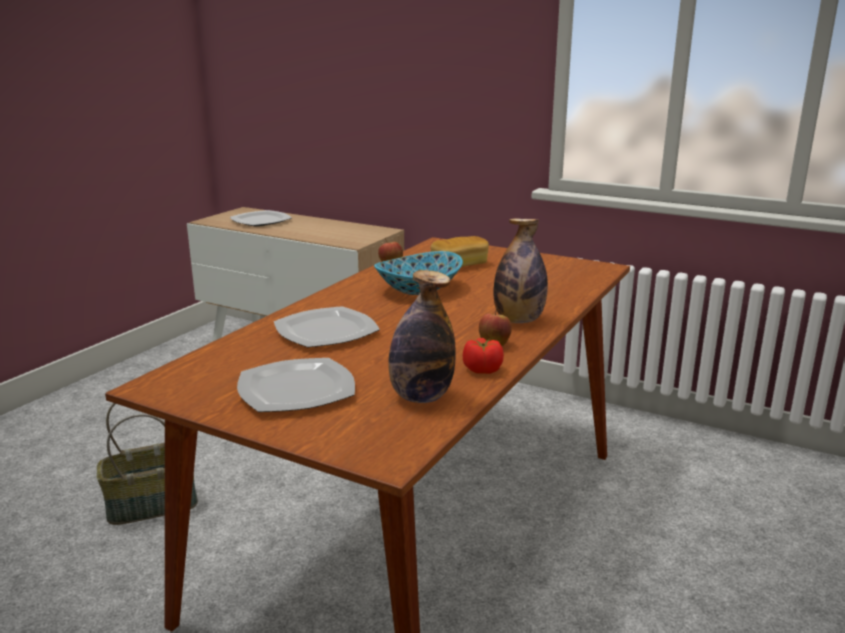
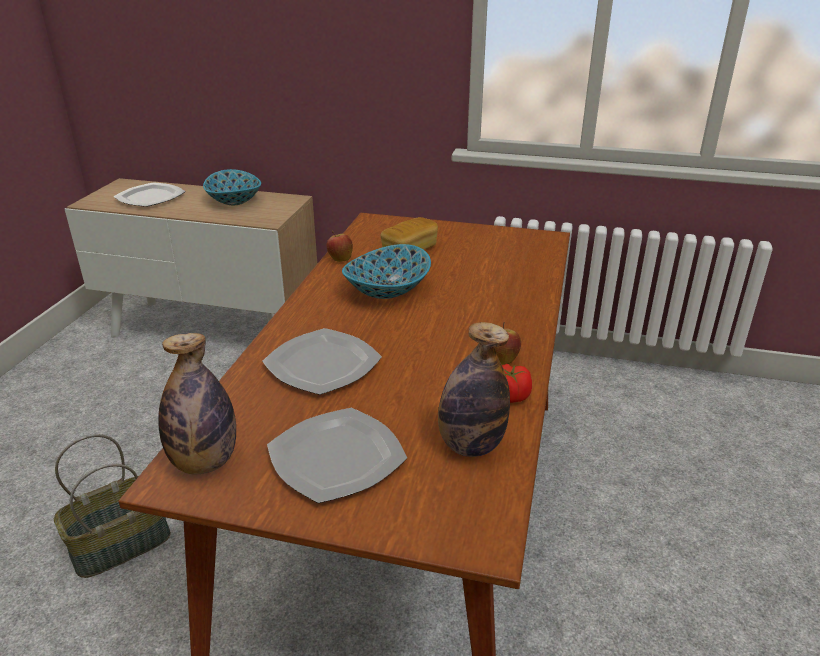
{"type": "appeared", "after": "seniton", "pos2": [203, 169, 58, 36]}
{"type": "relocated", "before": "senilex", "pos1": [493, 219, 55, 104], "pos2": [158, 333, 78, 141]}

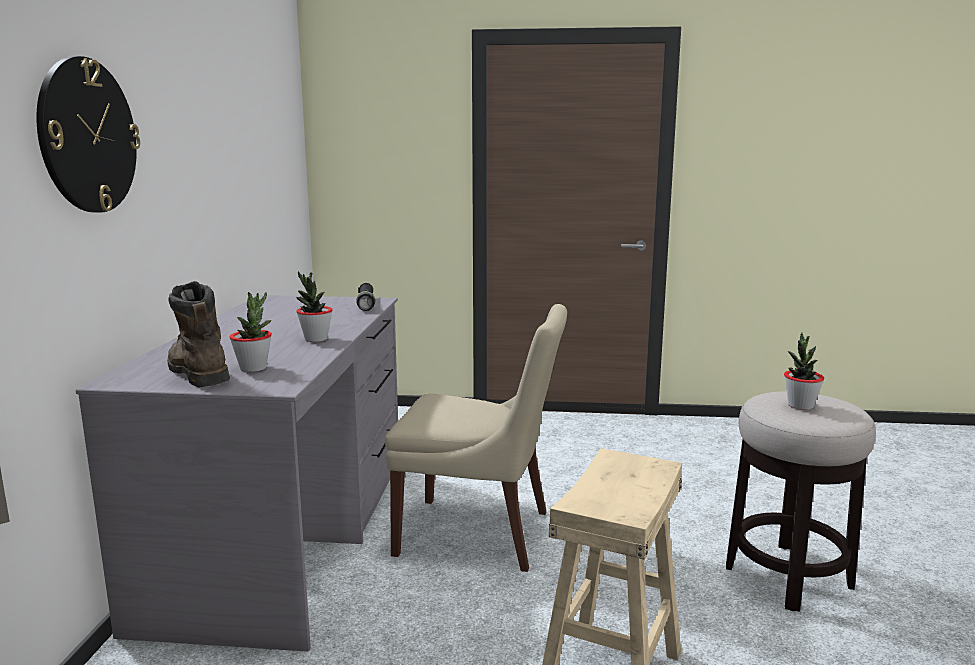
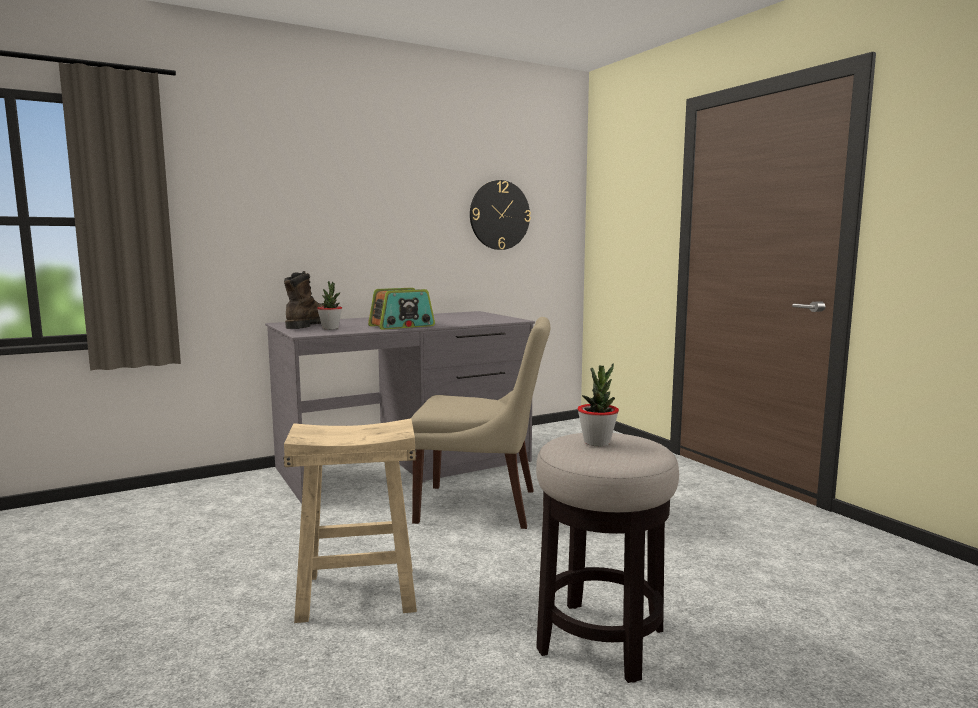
{"type": "missing", "before": "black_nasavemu", "pos1": [356, 283, 19, 28]}
{"type": "relocated", "before": "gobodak", "pos1": [36, 56, 104, 157], "pos2": [470, 180, 61, 70]}
{"type": "exchanged", "before": "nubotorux", "after": "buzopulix", "pos1": [296, 271, 37, 71], "pos2": [368, 288, 67, 42]}
{"type": "spun", "before": "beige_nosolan", "pos1": [385, 304, 182, 268], "pos2": [411, 317, 139, 212], "turn": -60}

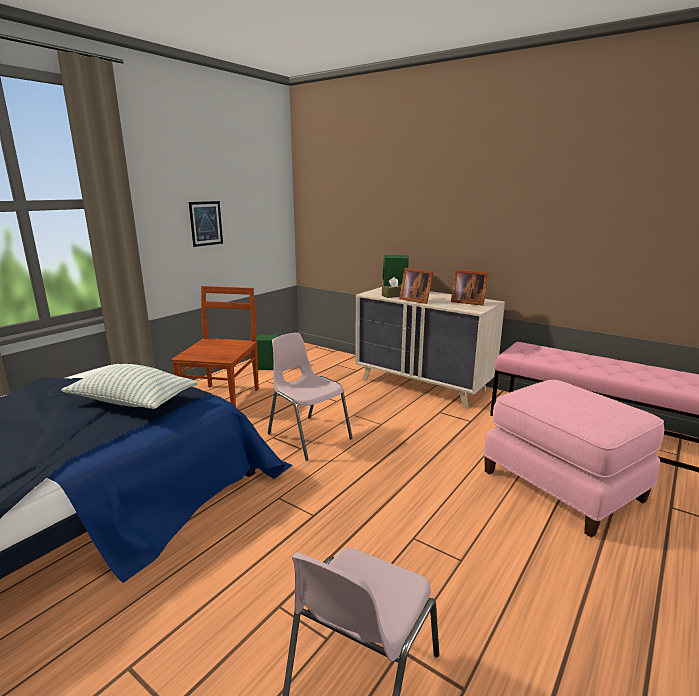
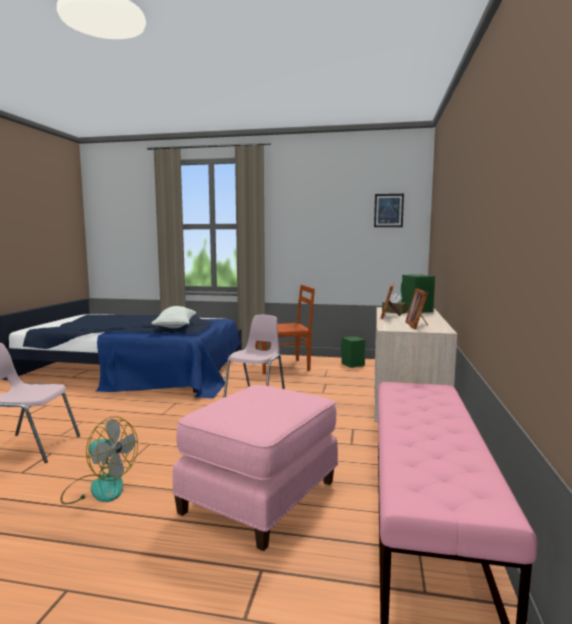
{"type": "appeared", "after": "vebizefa", "pos2": [60, 416, 78, 88]}
{"type": "relocated", "before": "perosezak", "pos1": [189, 201, 34, 46], "pos2": [374, 194, 30, 33]}

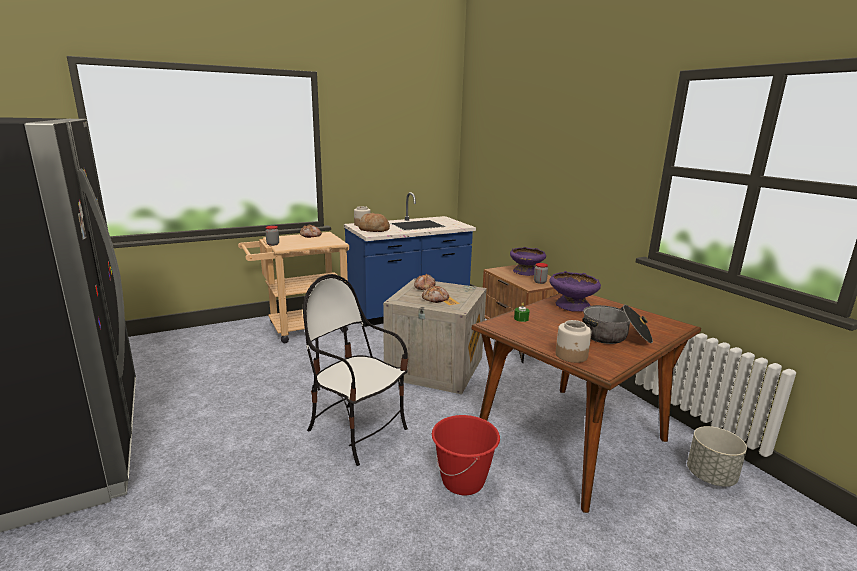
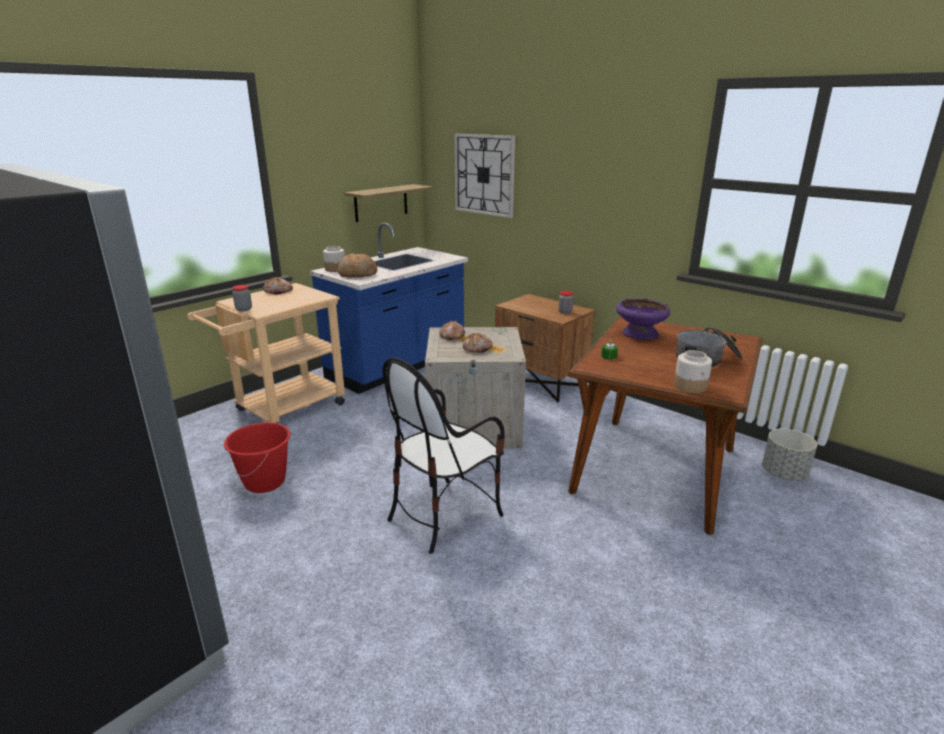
{"type": "missing", "before": "purple_seniton", "pos1": [510, 247, 36, 29]}
{"type": "appeared", "after": "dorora", "pos2": [344, 184, 89, 38]}
{"type": "appeared", "after": "gobodak", "pos2": [454, 134, 61, 84]}
{"type": "relocated", "before": "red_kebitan", "pos1": [432, 415, 68, 80], "pos2": [224, 422, 66, 71]}
{"type": "spun", "before": "nosolan", "pos1": [303, 274, 105, 192], "pos2": [383, 358, 122, 196], "turn": -60}

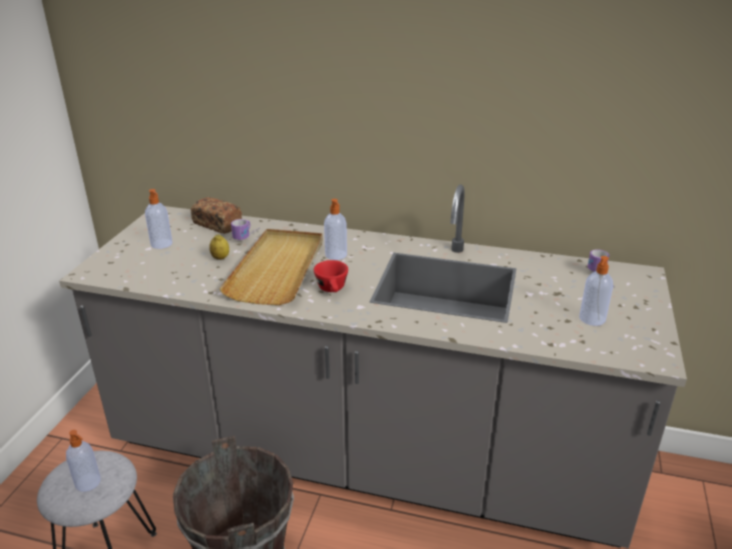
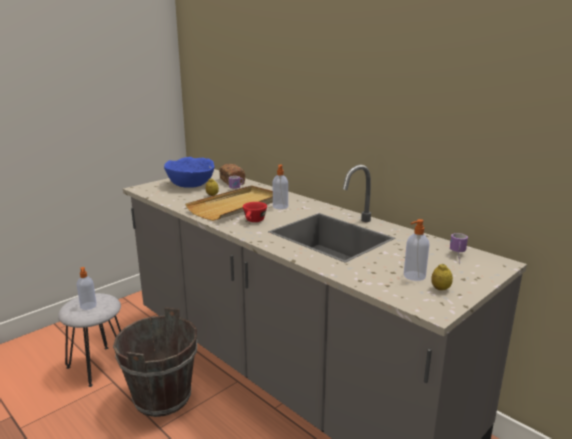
{"type": "appeared", "after": "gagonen", "pos2": [431, 264, 22, 26]}
{"type": "exchanged", "before": "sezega", "after": "blue_seniton", "pos1": [145, 189, 27, 60], "pos2": [164, 157, 51, 31]}

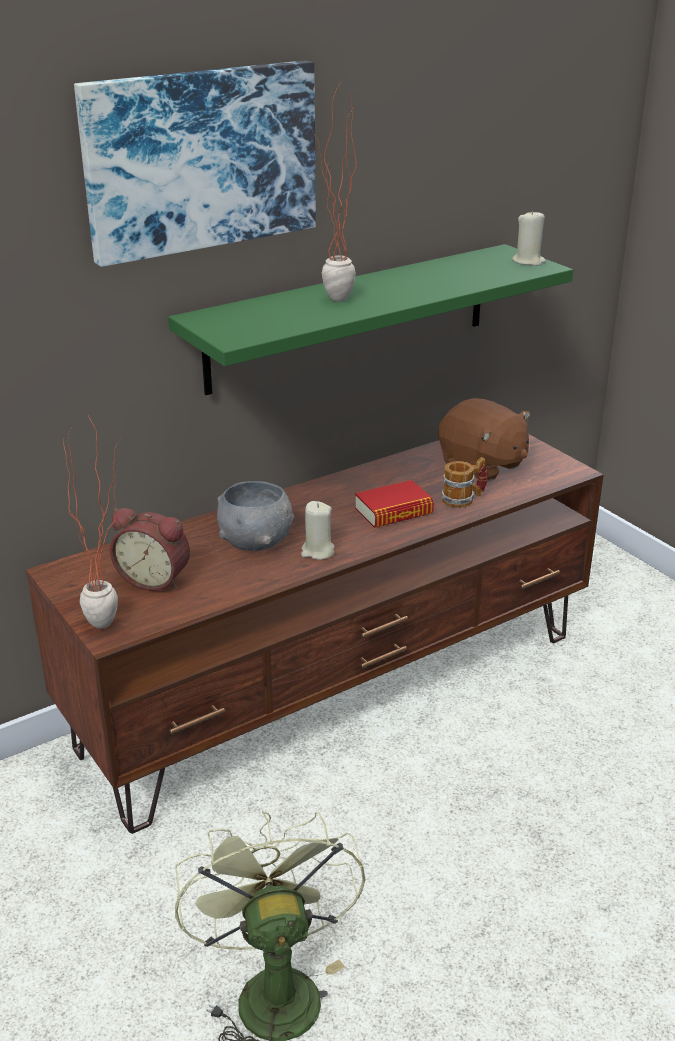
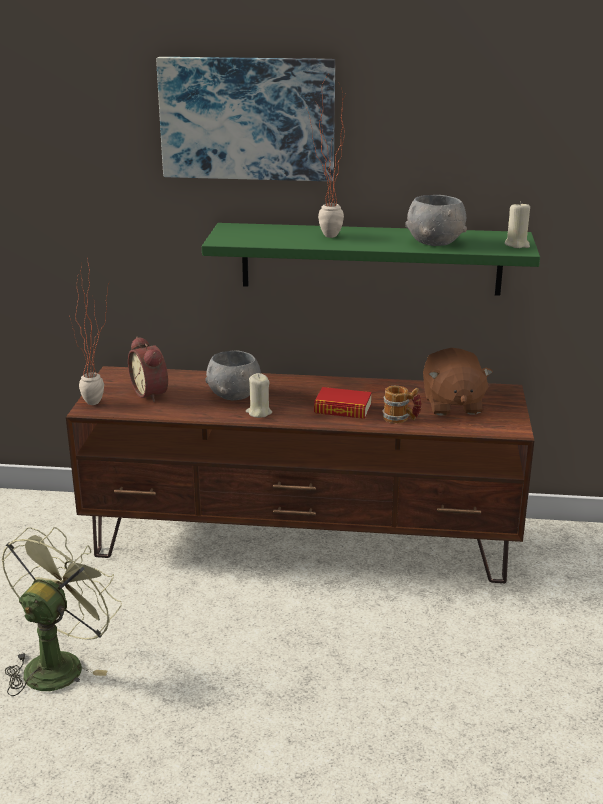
{"type": "appeared", "after": "grey_seniton", "pos2": [405, 195, 62, 51]}

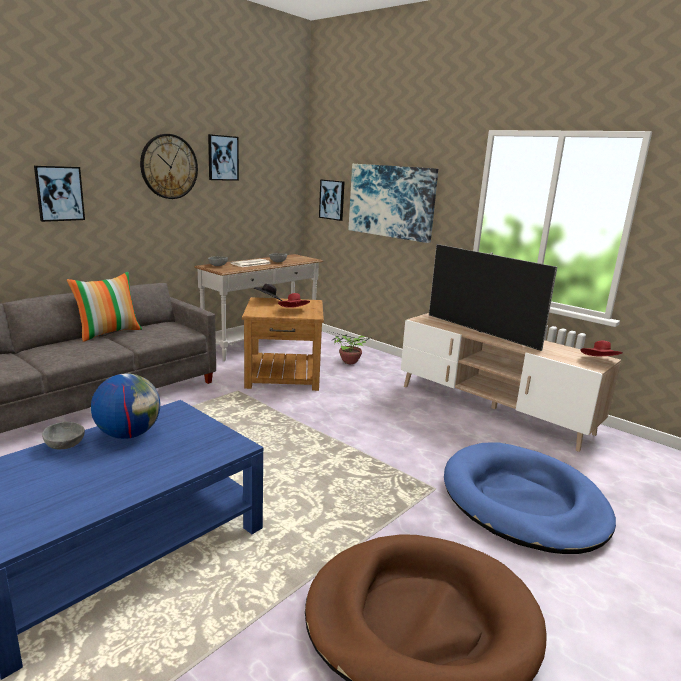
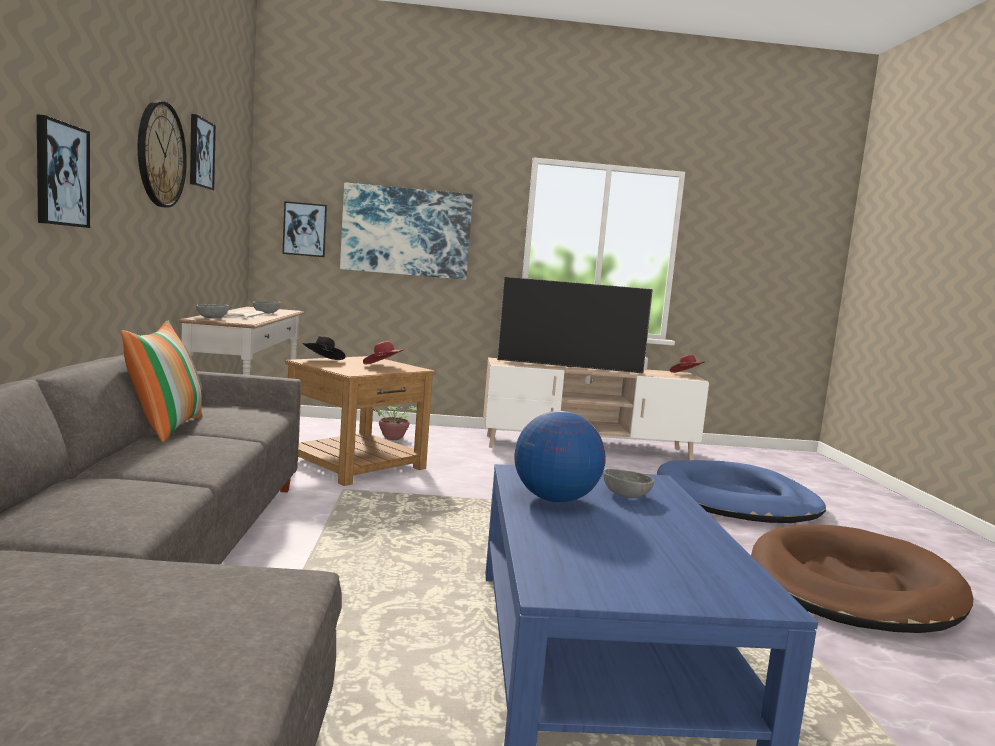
{"type": "relocated", "before": "grey_seniton", "pos1": [42, 422, 43, 27], "pos2": [603, 469, 51, 29]}

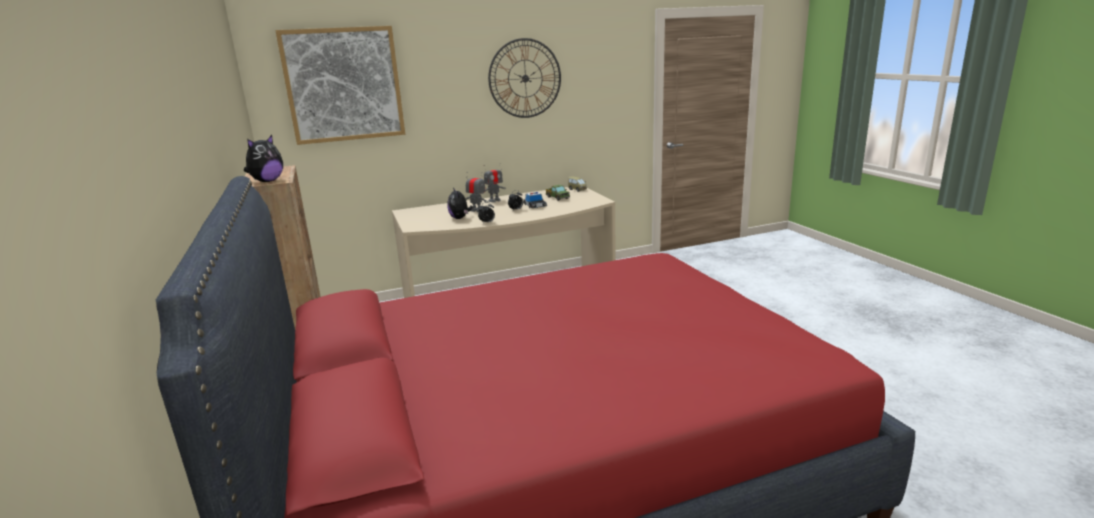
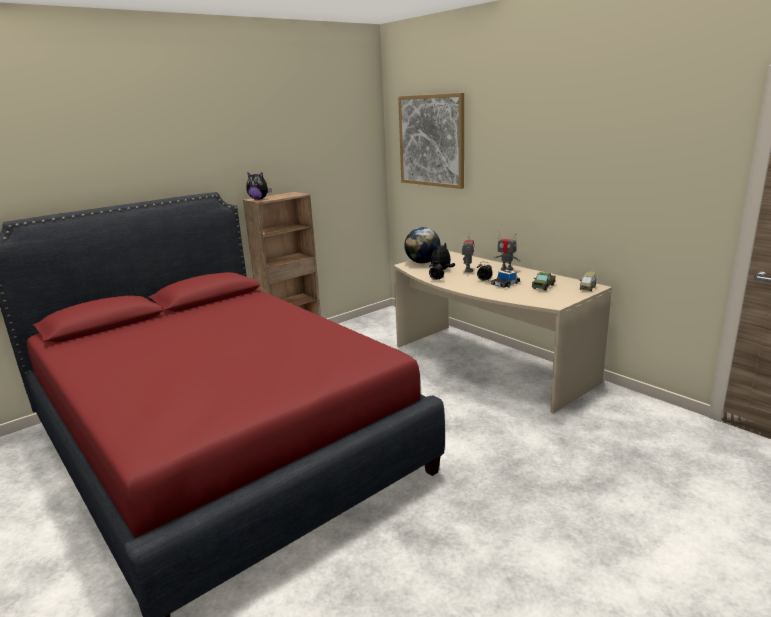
{"type": "missing", "before": "gobodak", "pos1": [488, 38, 73, 80]}
{"type": "appeared", "after": "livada", "pos2": [404, 227, 37, 37]}

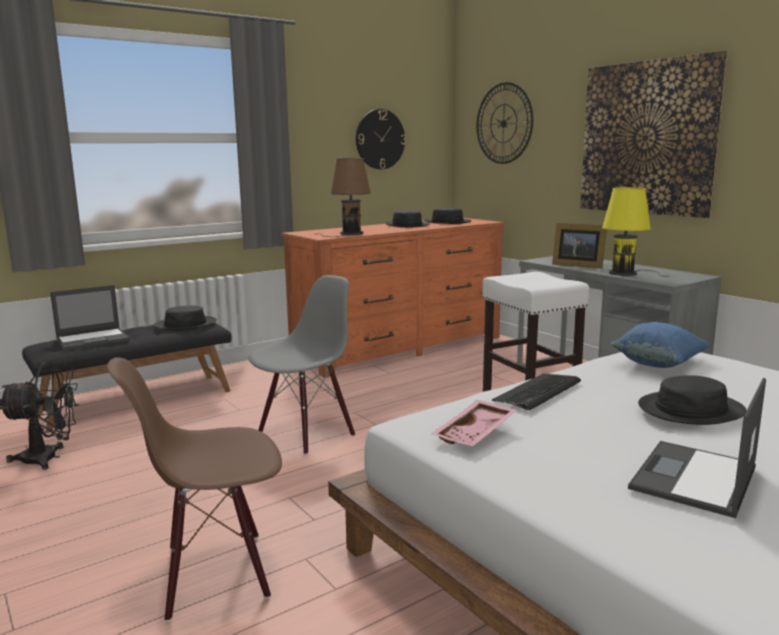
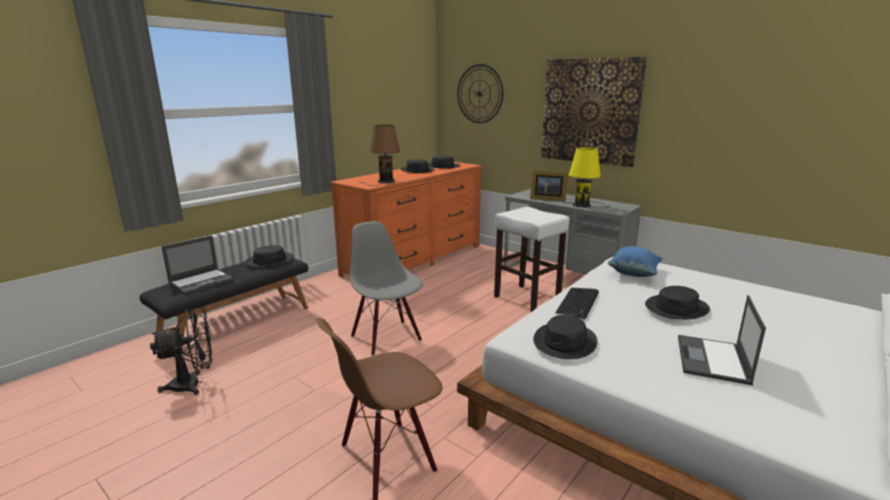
{"type": "missing", "before": "gobodak", "pos1": [356, 109, 50, 60]}
{"type": "exchanged", "before": "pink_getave", "after": "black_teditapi", "pos1": [432, 400, 85, 46], "pos2": [533, 315, 65, 44]}
{"type": "spun", "before": "grey_nosolan", "pos1": [249, 275, 106, 180], "pos2": [350, 221, 73, 135], "turn": -60}

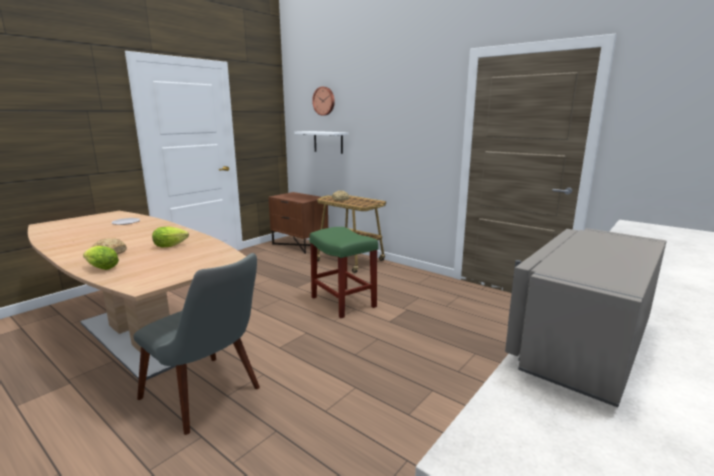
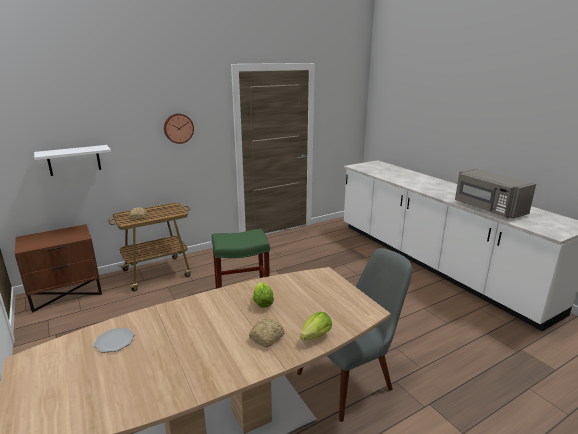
{"type": "relocated", "before": "gobodak", "pos1": [312, 87, 23, 29], "pos2": [164, 113, 30, 31]}

